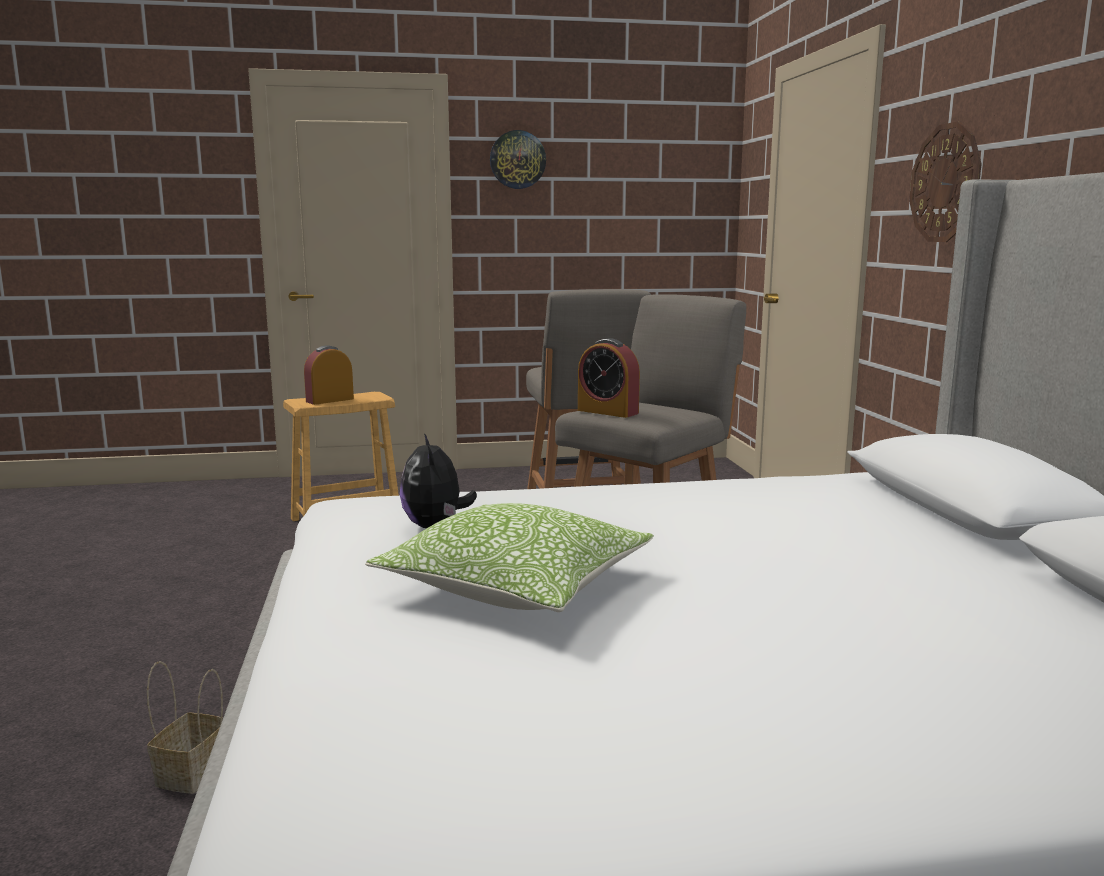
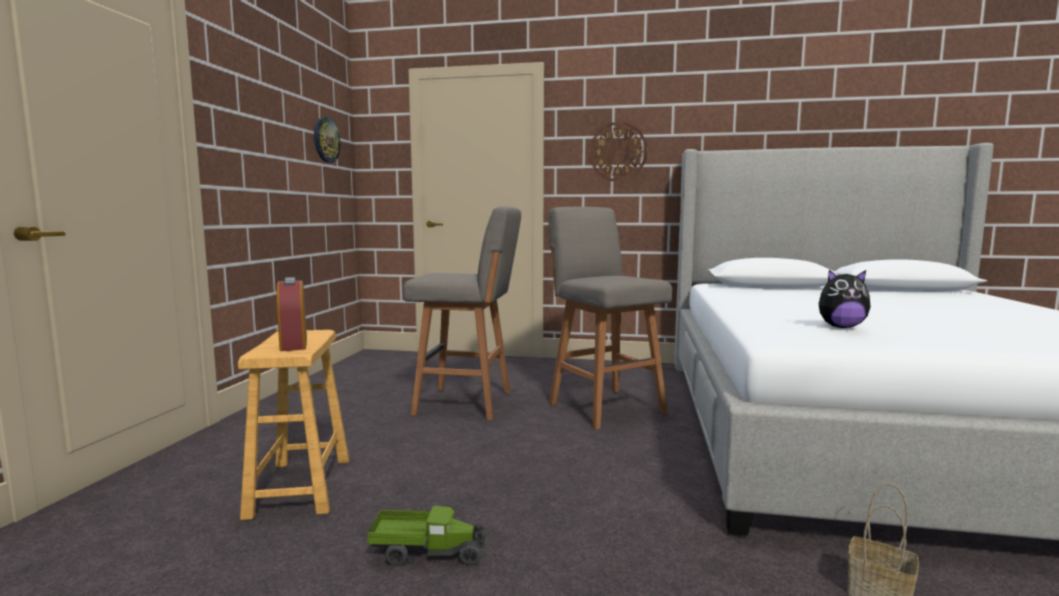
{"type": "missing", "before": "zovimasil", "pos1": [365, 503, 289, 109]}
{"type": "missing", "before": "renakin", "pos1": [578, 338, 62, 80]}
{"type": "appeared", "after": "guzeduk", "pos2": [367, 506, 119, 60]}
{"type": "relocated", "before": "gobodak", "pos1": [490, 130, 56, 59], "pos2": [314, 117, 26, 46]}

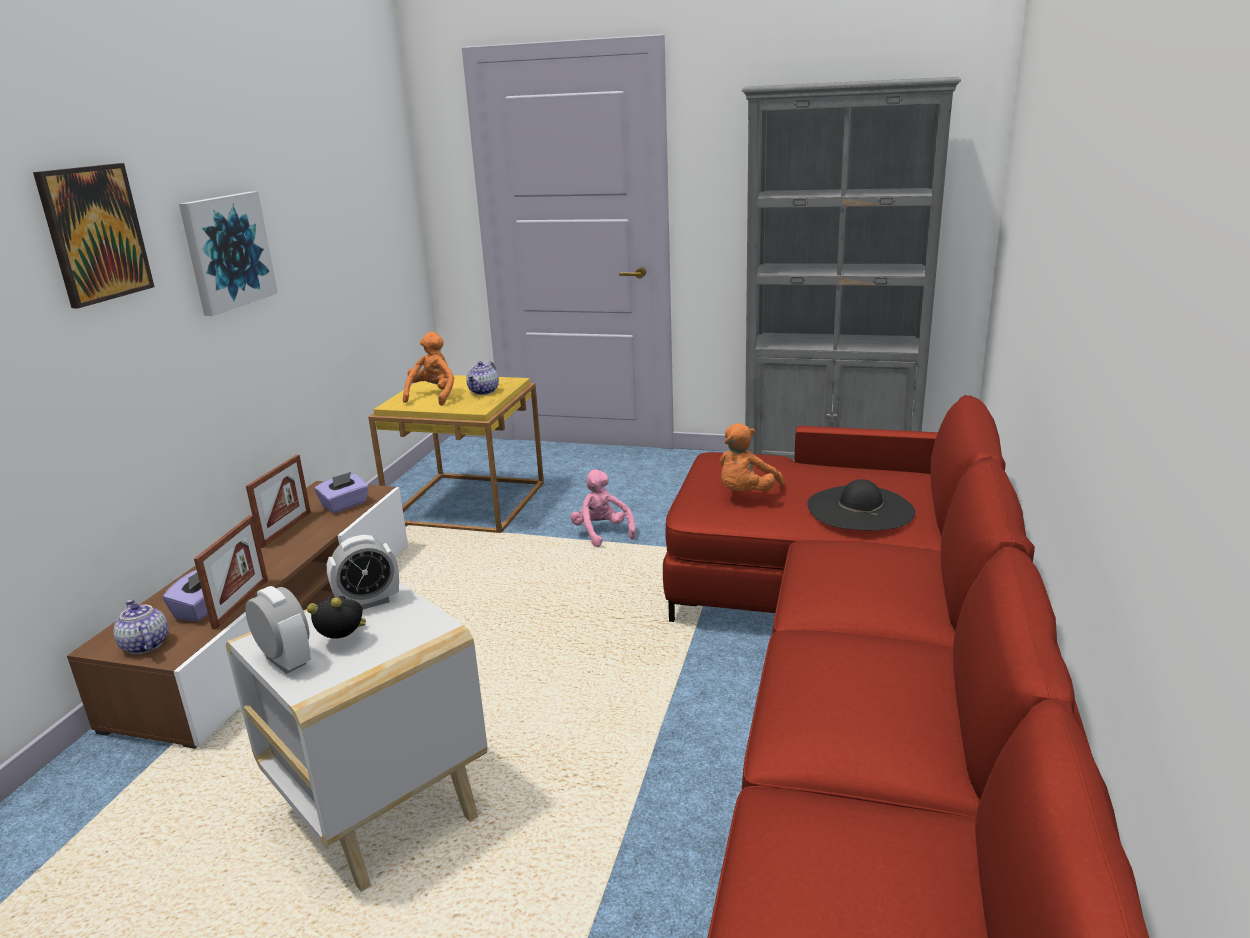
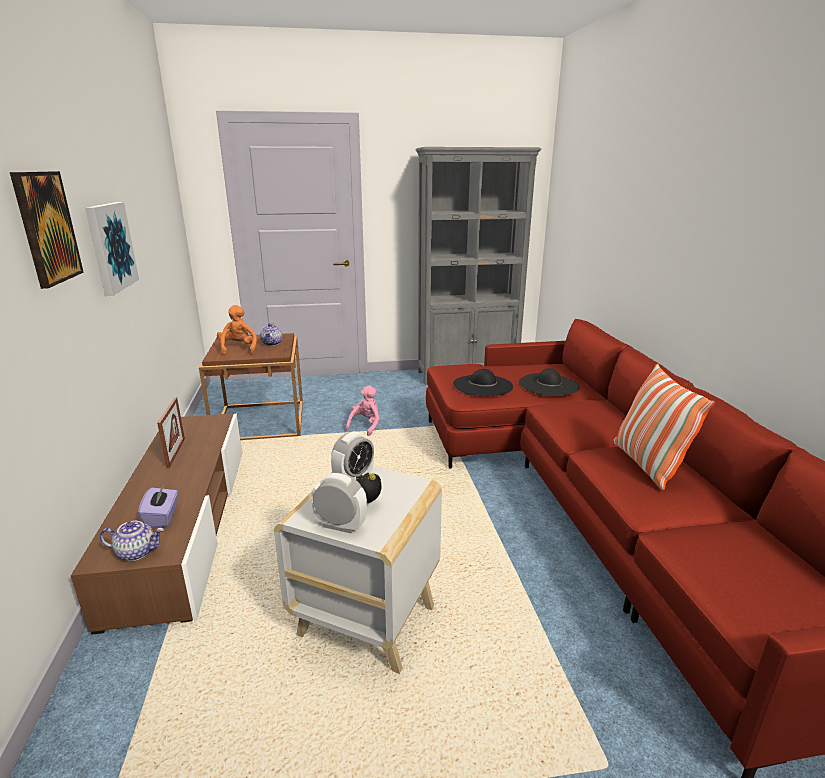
{"type": "missing", "before": "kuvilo", "pos1": [194, 515, 74, 114]}
{"type": "missing", "before": "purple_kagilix", "pos1": [315, 472, 54, 41]}
{"type": "appeared", "after": "zovimasil", "pos2": [613, 364, 102, 126]}
{"type": "exchanged", "before": "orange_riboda", "after": "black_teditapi", "pos1": [719, 423, 65, 68], "pos2": [453, 369, 60, 27]}
{"type": "colour", "before": "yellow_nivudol", "after": "brown_nivudol", "pos1": [368, 375, 176, 158], "pos2": [199, 333, 104, 107]}
{"type": "spun", "before": "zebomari", "pos1": [113, 600, 55, 54], "pos2": [100, 521, 64, 40], "turn": 150}
{"type": "spun", "before": "pink_riboda", "pos1": [570, 469, 66, 78], "pos2": [345, 385, 35, 51], "turn": 75}

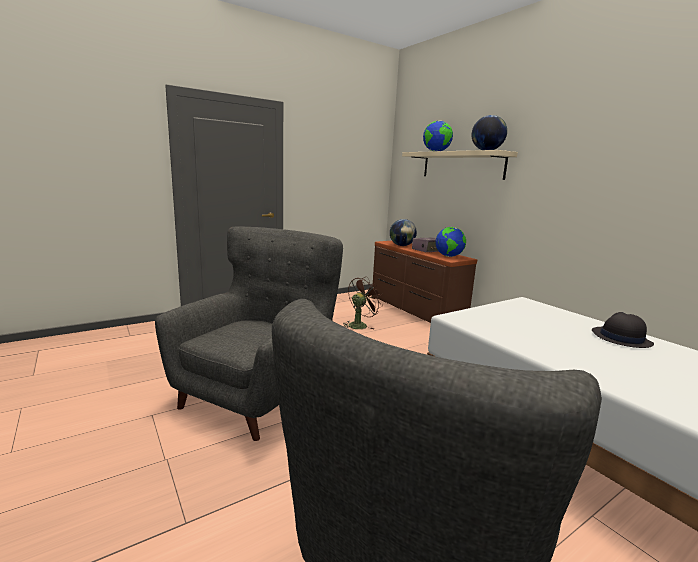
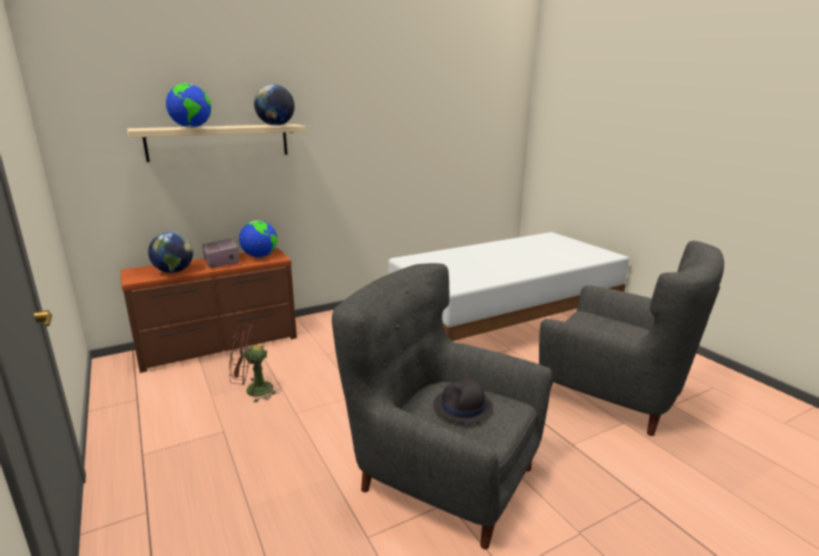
{"type": "relocated", "before": "black_teditapi", "pos1": [592, 312, 62, 36], "pos2": [433, 377, 60, 47]}
{"type": "spun", "before": "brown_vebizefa", "pos1": [343, 276, 39, 53], "pos2": [229, 324, 52, 79], "turn": -60}

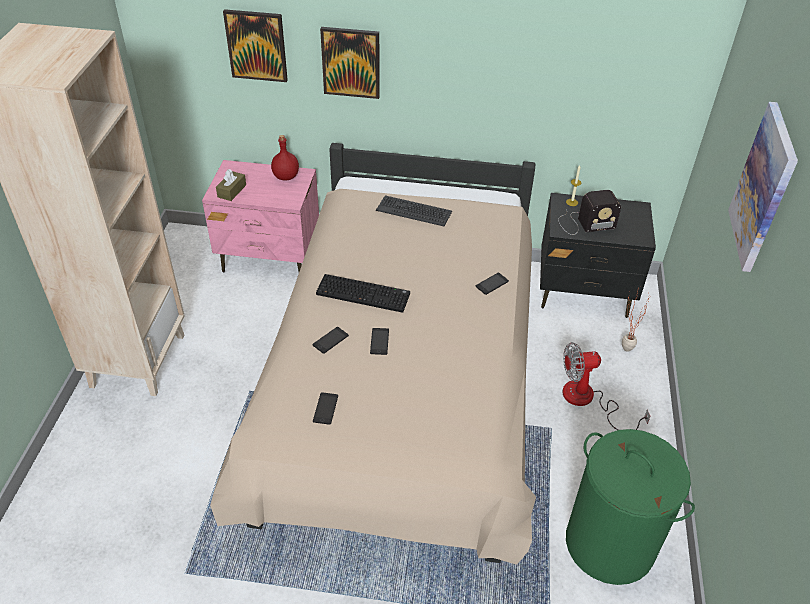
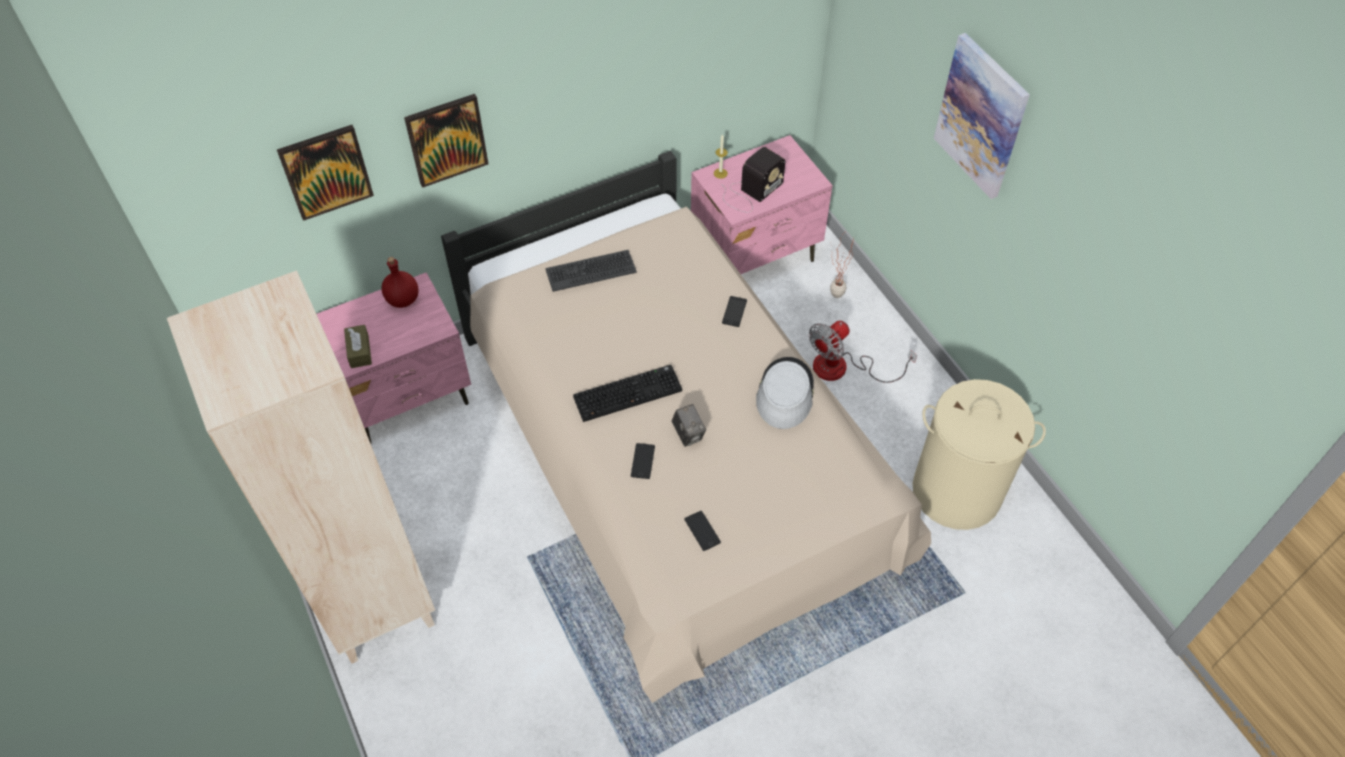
{"type": "appeared", "after": "grey_teditapi", "pos2": [756, 357, 58, 72]}
{"type": "exchanged", "before": "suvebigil", "after": "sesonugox", "pos1": [370, 328, 19, 27], "pos2": [672, 404, 34, 43]}
{"type": "colour", "before": "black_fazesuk", "after": "pink_fazesuk", "pos1": [540, 193, 116, 125], "pos2": [691, 135, 142, 139]}
{"type": "colour", "before": "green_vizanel", "after": "beige_vizanel", "pos1": [566, 429, 129, 156], "pos2": [913, 379, 133, 151]}

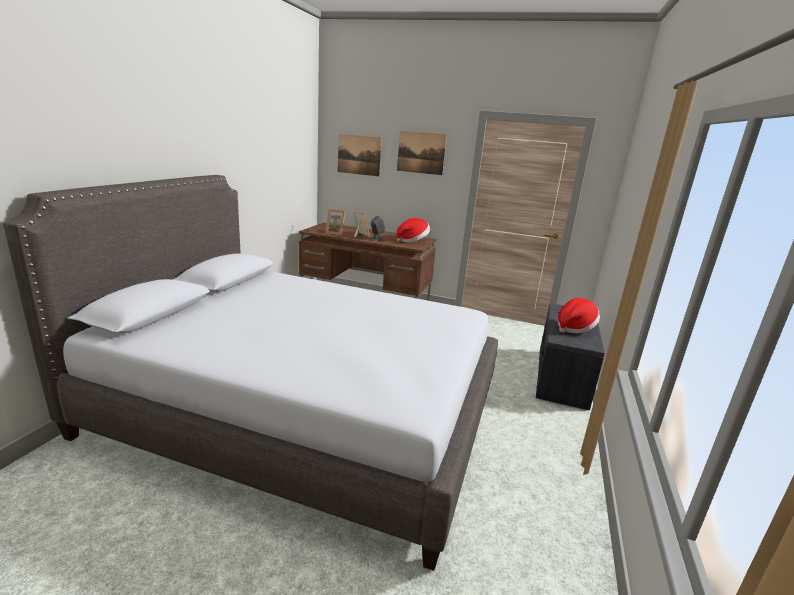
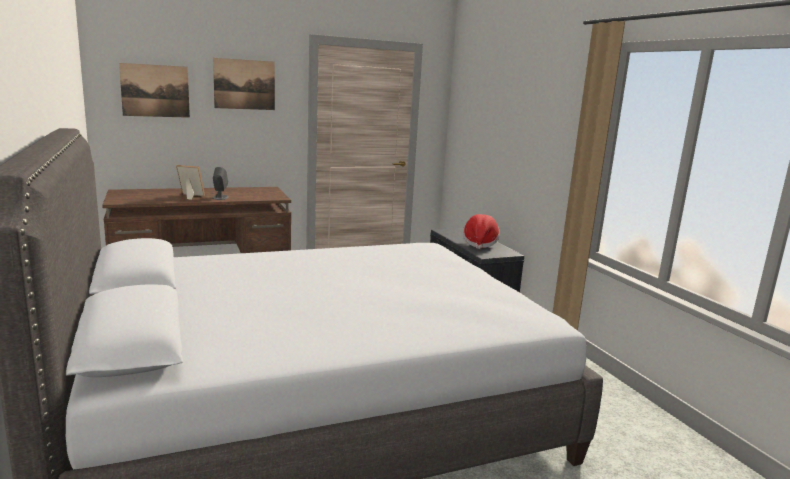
{"type": "missing", "before": "kuvilo", "pos1": [325, 209, 20, 26]}
{"type": "missing", "before": "teditapi", "pos1": [396, 218, 34, 25]}

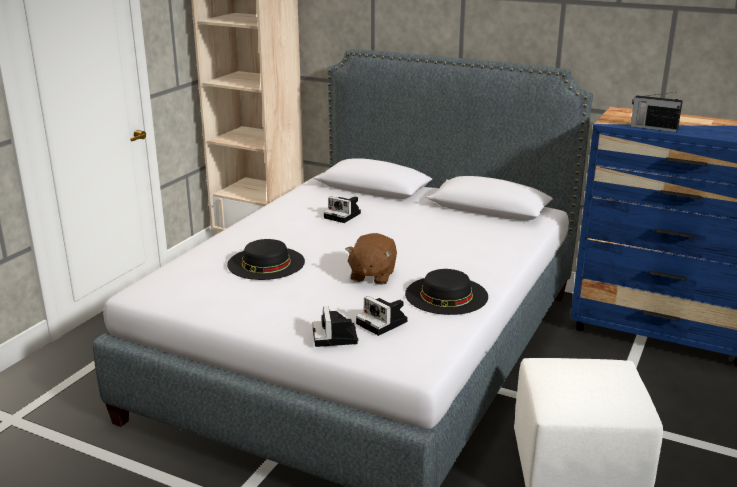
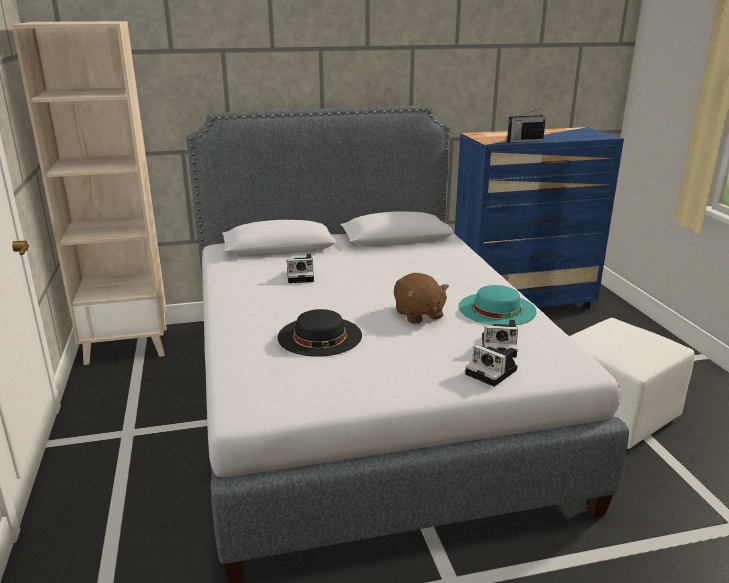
{"type": "colour", "before": "black_teditapi", "after": "turquoise_teditapi", "pos1": [405, 269, 83, 46], "pos2": [458, 285, 78, 40]}

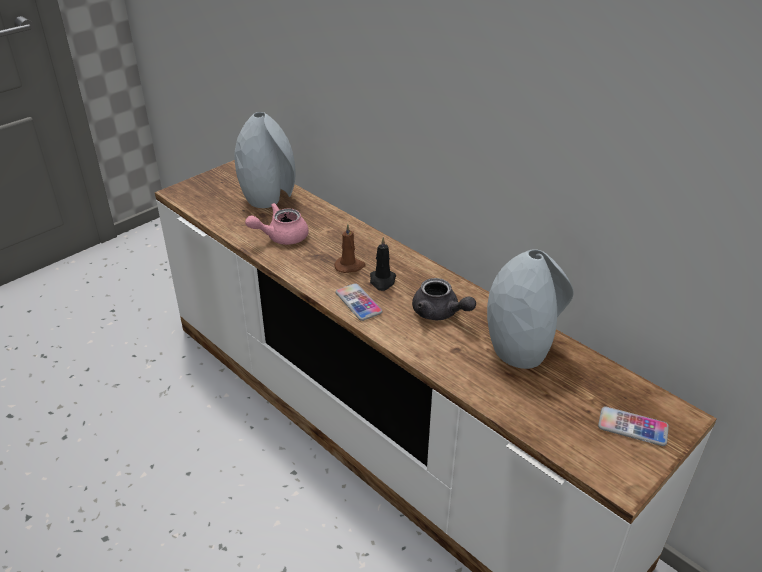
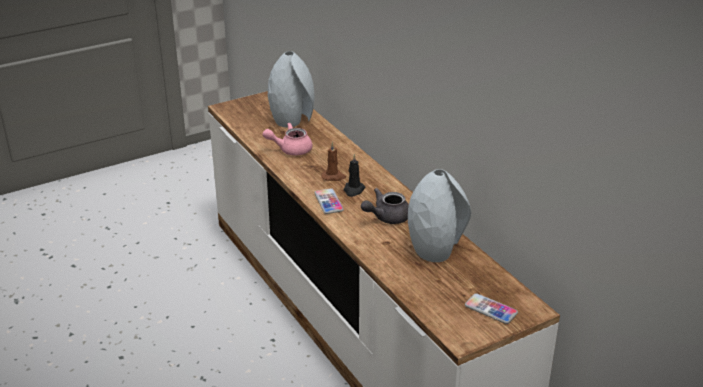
{"type": "spun", "before": "grey_zebomari", "pos1": [412, 278, 64, 43], "pos2": [361, 188, 48, 36], "turn": 90}

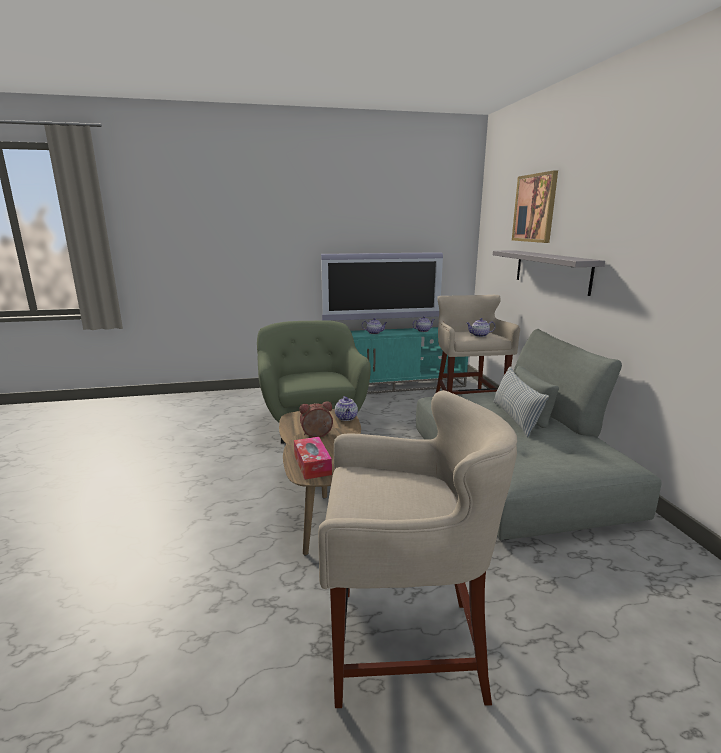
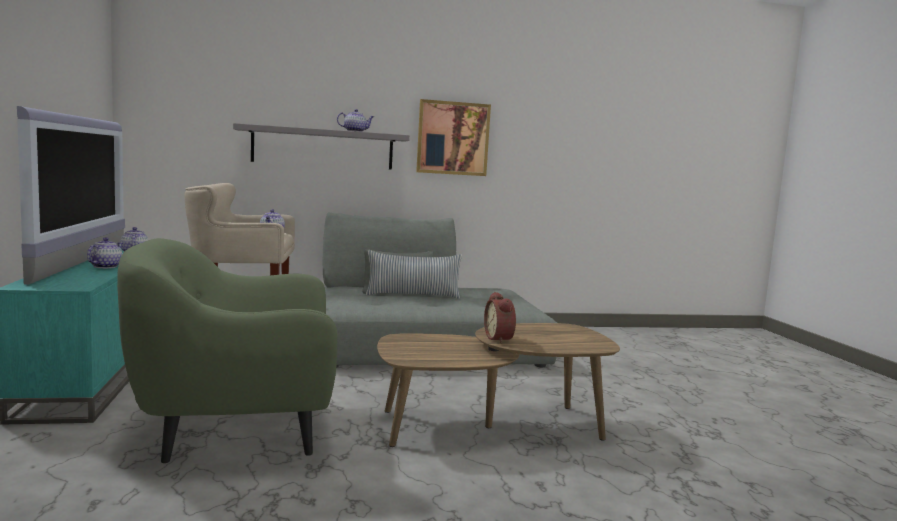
{"type": "missing", "before": "kagilix", "pos1": [294, 437, 38, 43]}
{"type": "missing", "before": "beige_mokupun", "pos1": [318, 390, 199, 318]}
{"type": "relocated", "before": "zebomari", "pos1": [335, 396, 23, 25], "pos2": [337, 109, 37, 23]}
{"type": "relocated", "before": "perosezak", "pos1": [512, 170, 46, 73], "pos2": [416, 99, 75, 77]}

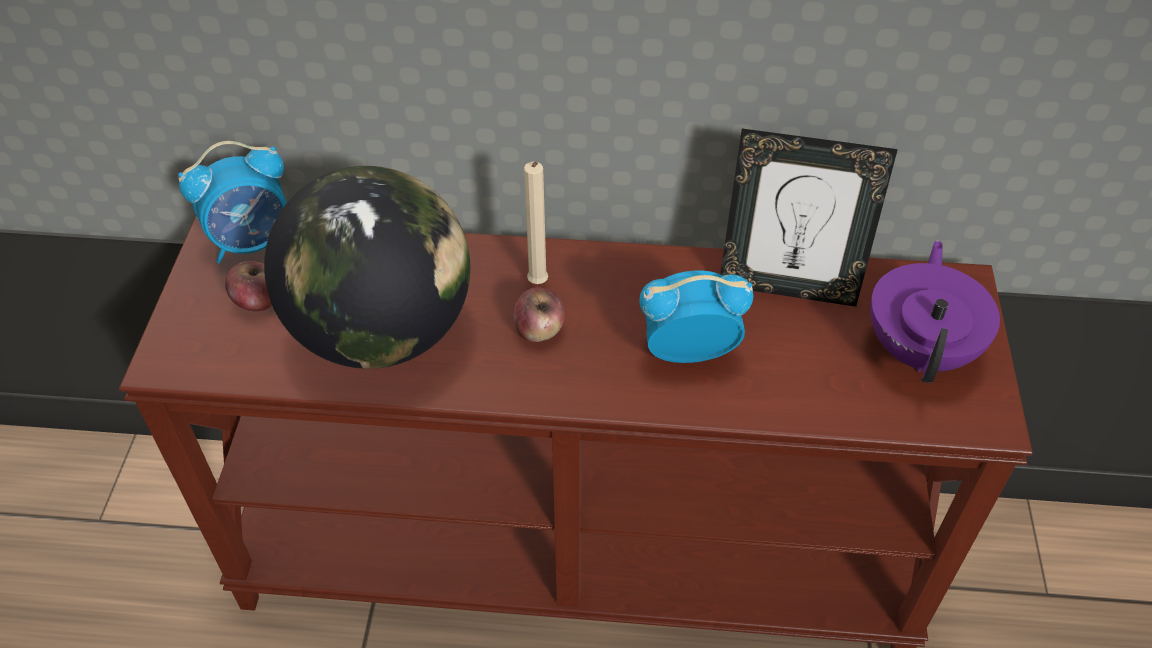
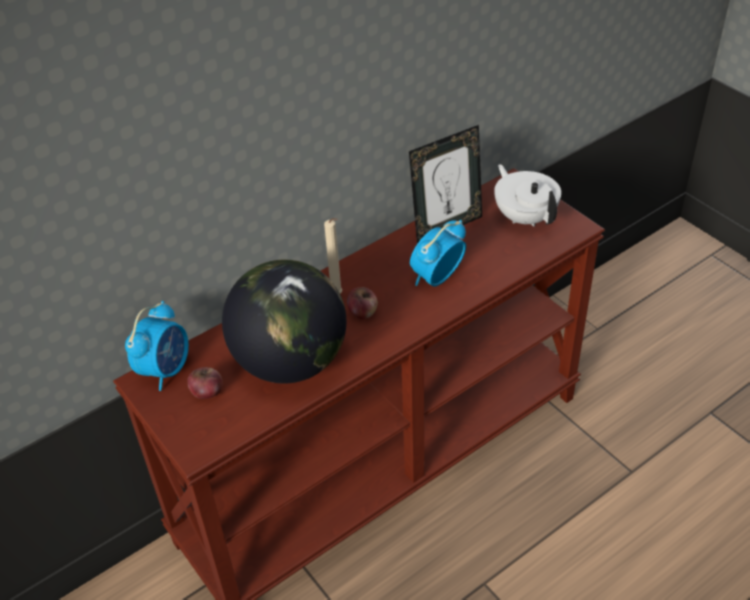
{"type": "colour", "before": "purple_zebomari", "after": "white_zebomari", "pos1": [870, 241, 130, 142], "pos2": [494, 164, 67, 63]}

